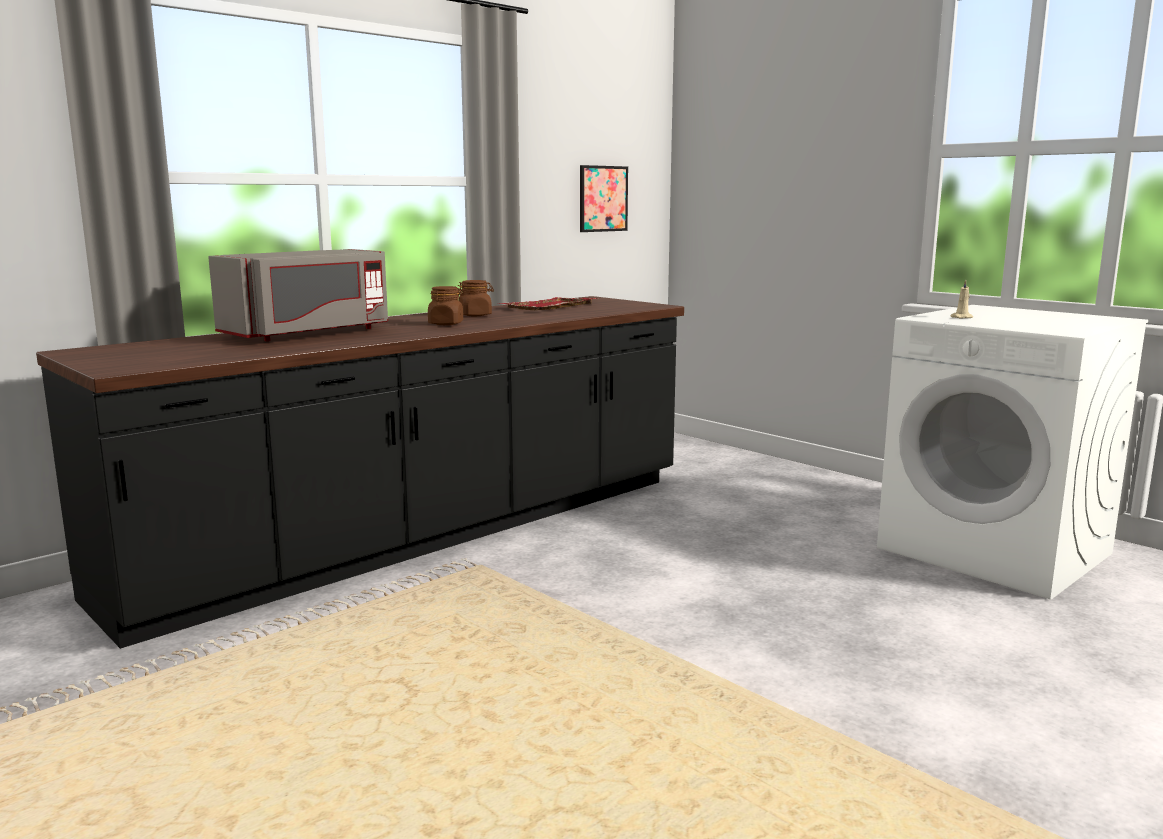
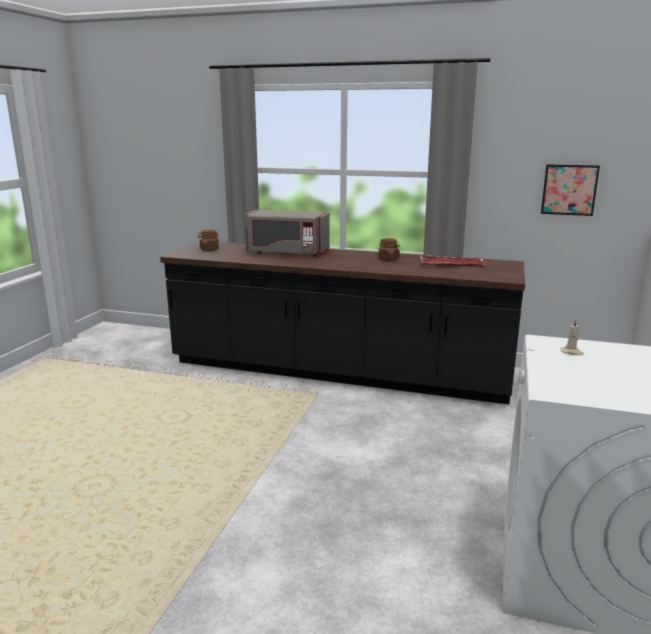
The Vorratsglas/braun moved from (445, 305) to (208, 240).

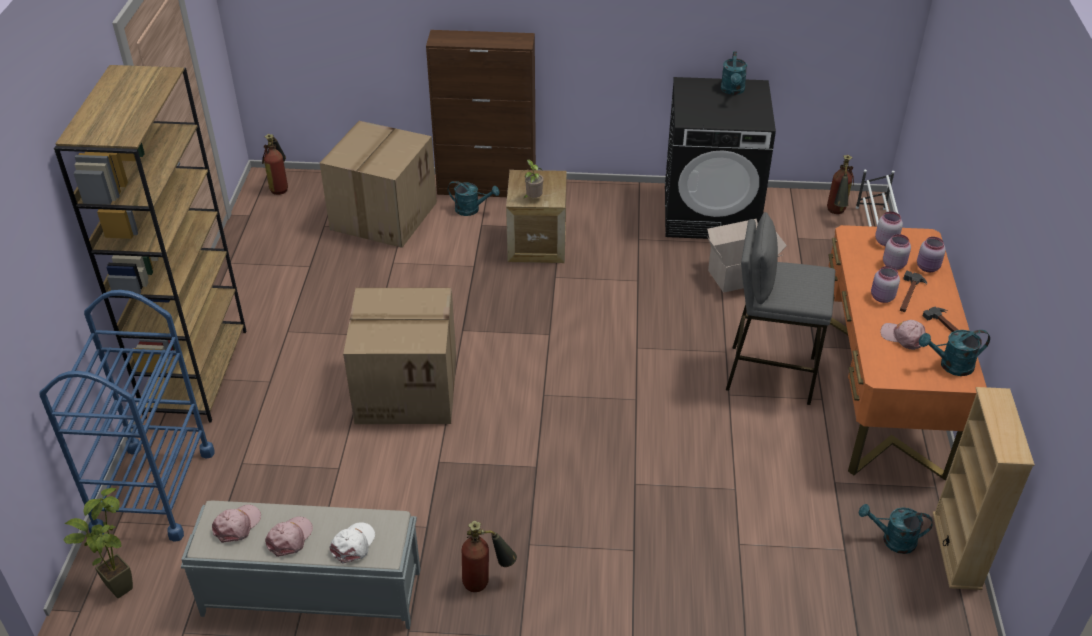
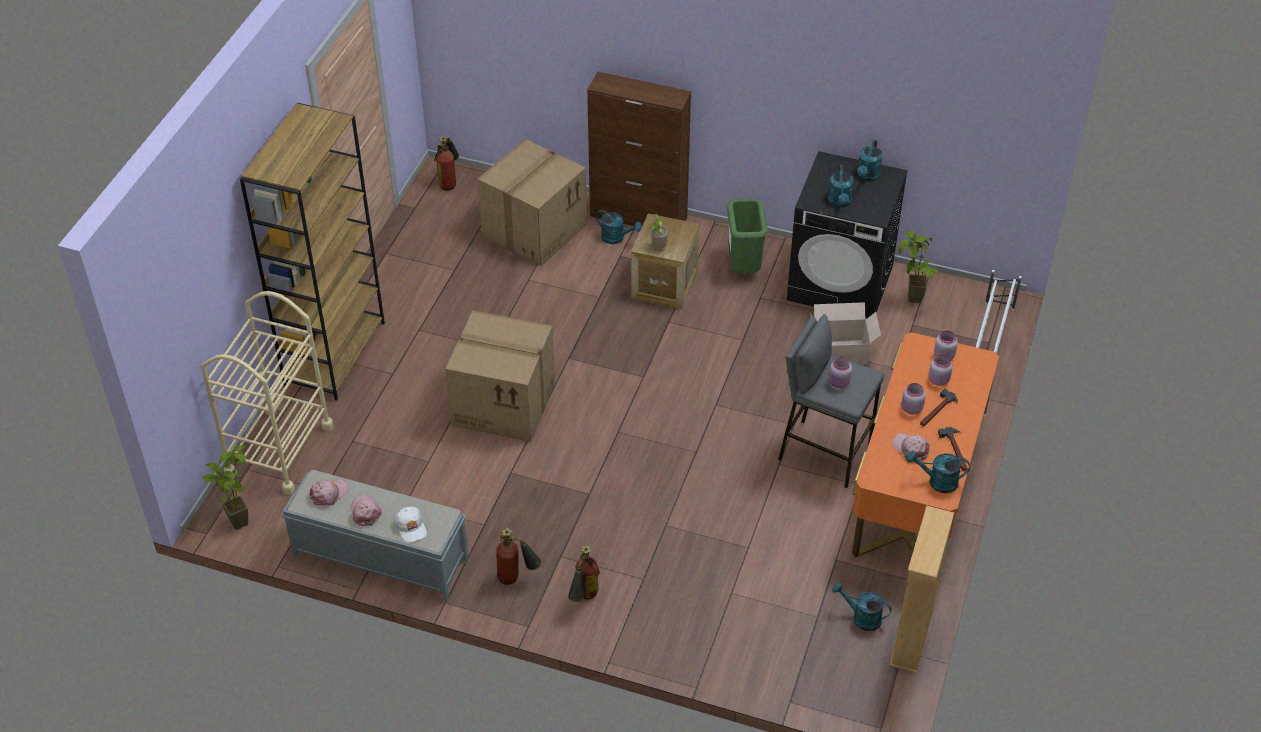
The Rollwagen/blau at (127, 416) became the Rollwagen/beige at (267, 393).
The Kappe/rosa at (289, 536) turned 60 degrees counterclockwise.
The Kappe/weiß at (352, 543) turned 120 degrees clockwise.
The Feuerlöscher moved from (840, 184) to (584, 574).
The Mülleimer/grün at (747, 236) appeared.
The Gießkanne/türkis at (841, 186) appeared.
The Vorratsglas/rosa moved from (931, 254) to (840, 372).
The Topfpflanze at (918, 267) appeared.

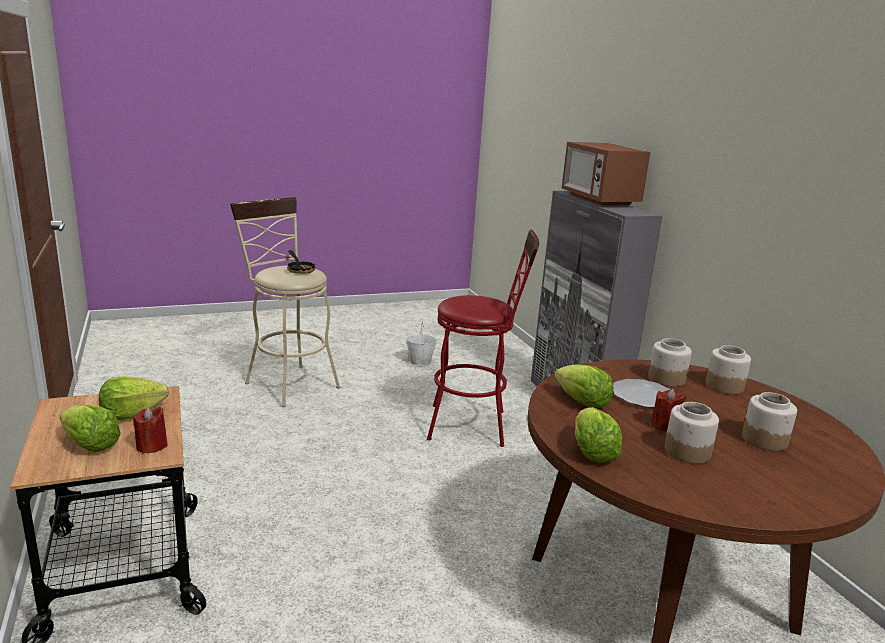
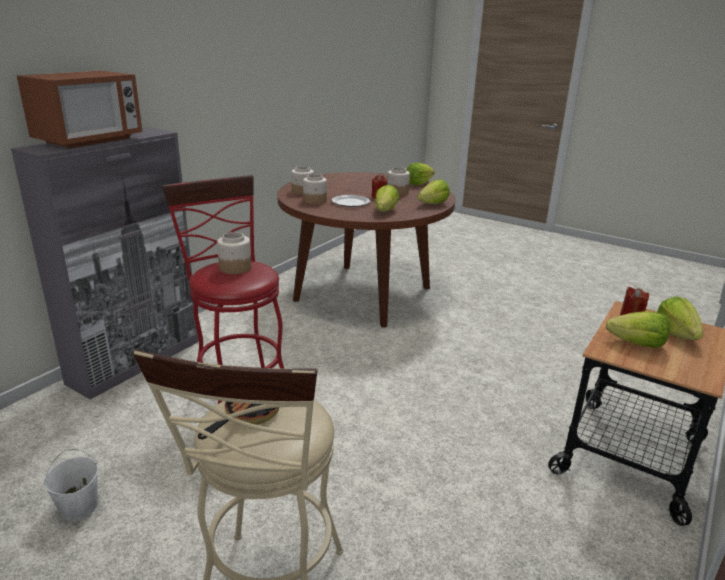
The Vorratsglas moved from (769, 421) to (234, 253).
The Salatkopf at (420, 174) appeared.

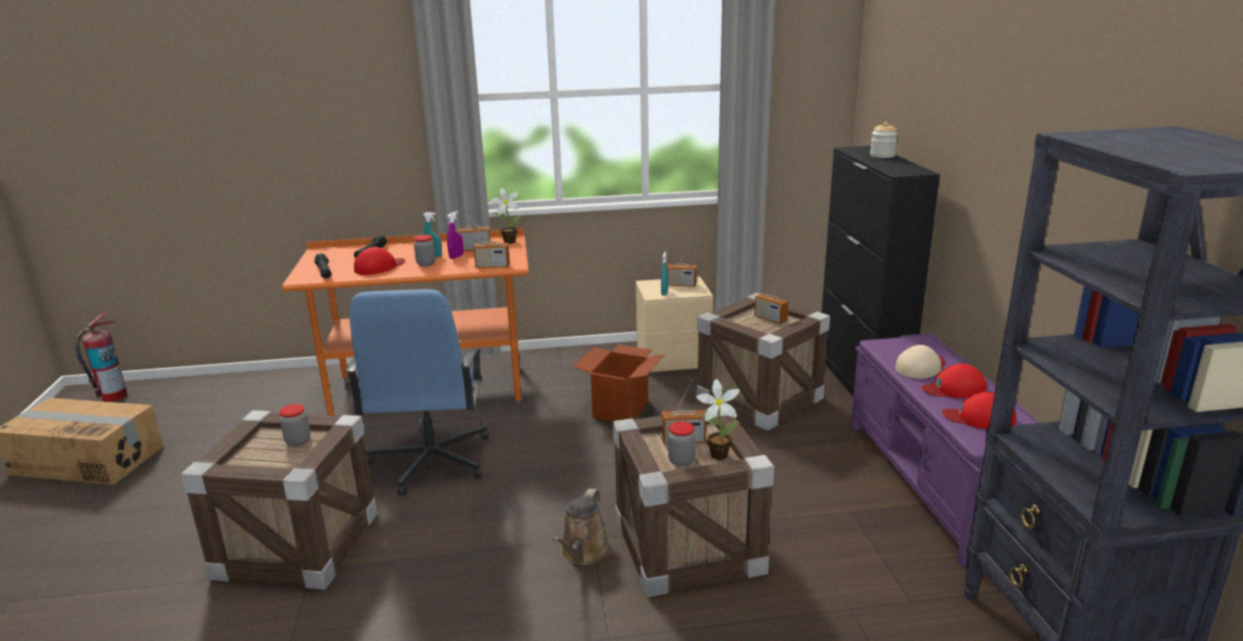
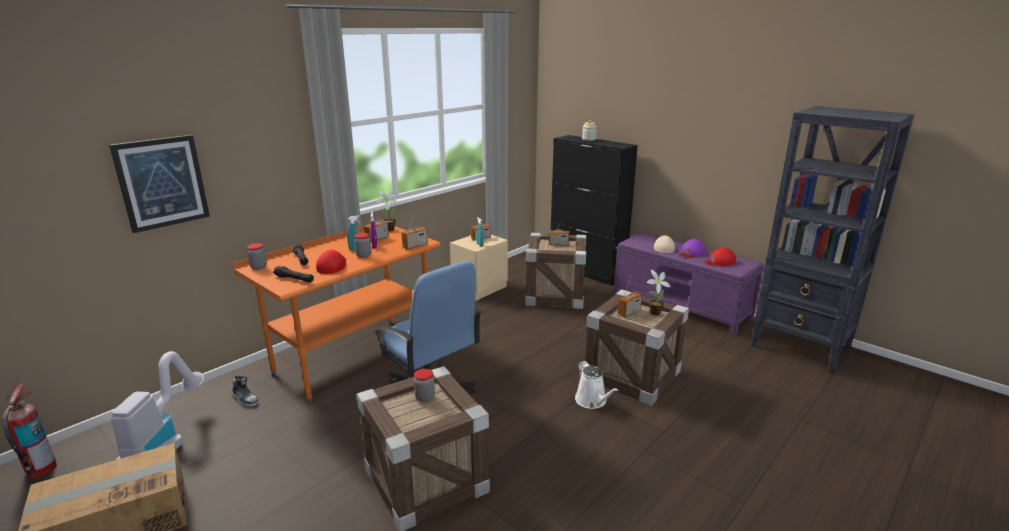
The Bild at (159, 184) appeared.
The Staubsauger at (157, 405) appeared.
The Schuh at (245, 391) appeared.
The Vorratsglas moved from (681, 444) to (257, 256).
The Gießkanne/braun at (581, 527) became the Gießkanne/weiß at (596, 385).
The Kappe/rot at (954, 381) became the Kappe/lila at (692, 248).
The Karton at (619, 383) disappeared.

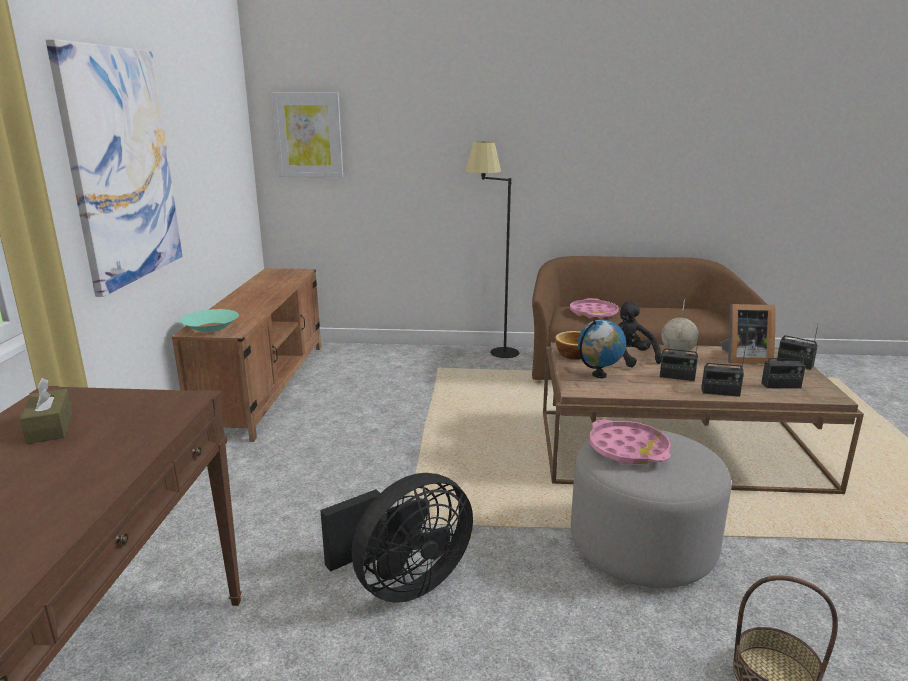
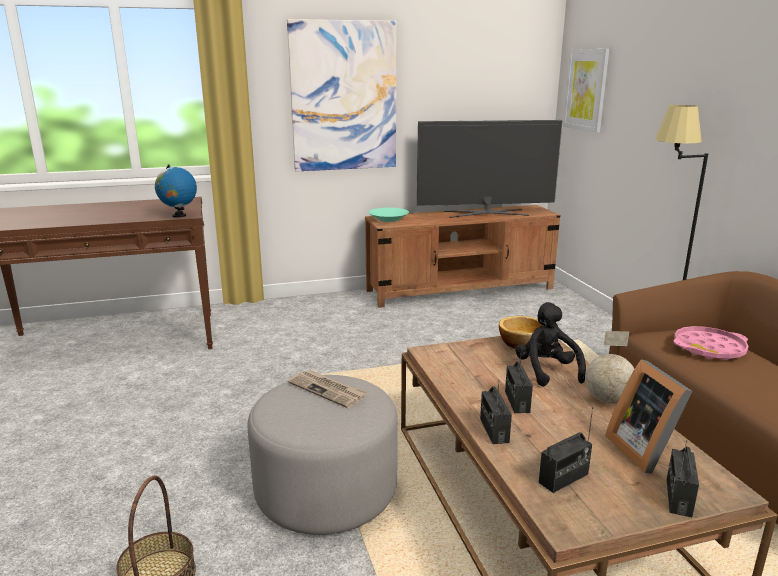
The Globus moved from (602, 349) to (176, 191).
The Tablett/rosa at (630, 442) was replaced by the Zeitung at (327, 389).
The Fernseher at (489, 169) appeared.
The Plüschtier/schwarz at (640, 335) turned 60 degrees counterclockwise.
The Radio at (784, 364) turned 105 degrees counterclockwise.
The Taschentuchbox/braun at (46, 411) disappeared.
The Ventilator/schwarz at (396, 538) disappeared.

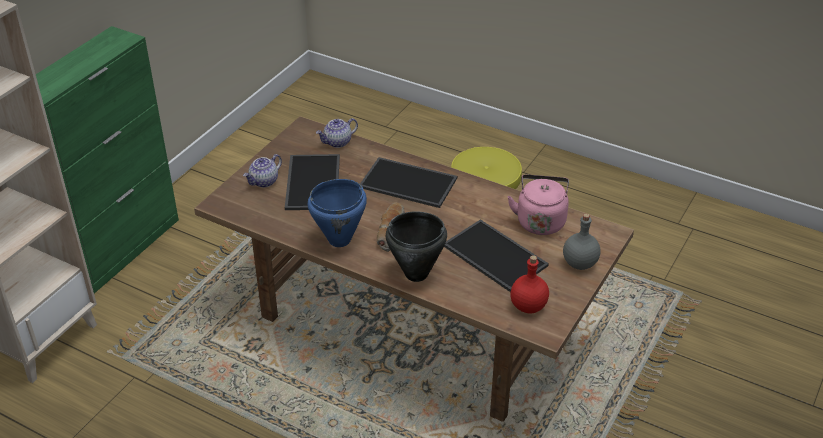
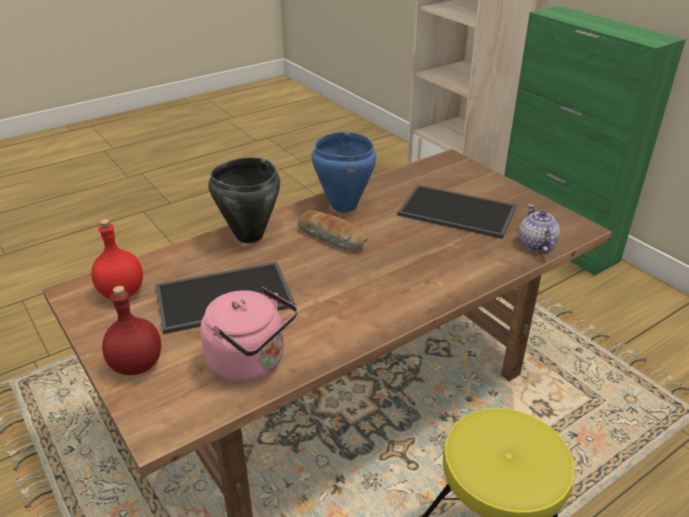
The Flasche/grau at (581, 241) became the Flasche/rot at (131, 330).
The Teekanne at (262, 170) disappeared.
The Tablett at (408, 182) disappeared.

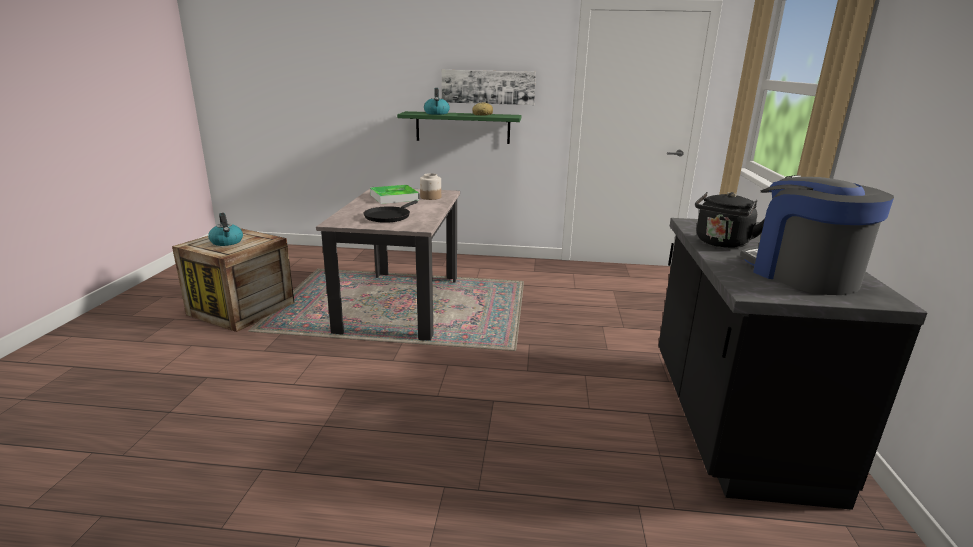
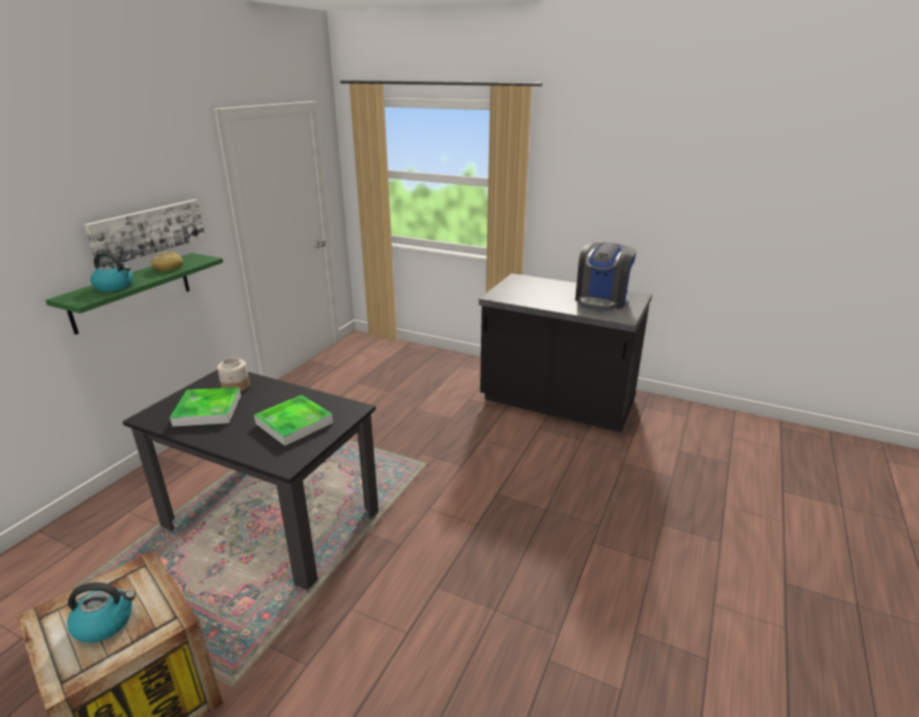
The Esstisch/beige at (388, 265) became the Esstisch/schwarz at (251, 479).
The Pfanne/schwarz at (390, 212) was replaced by the Tablett at (293, 420).
The Kaffeemaschine at (817, 235) turned 60 degrees counterclockwise.
The Wasserkessel/schwarz at (730, 220) disappeared.

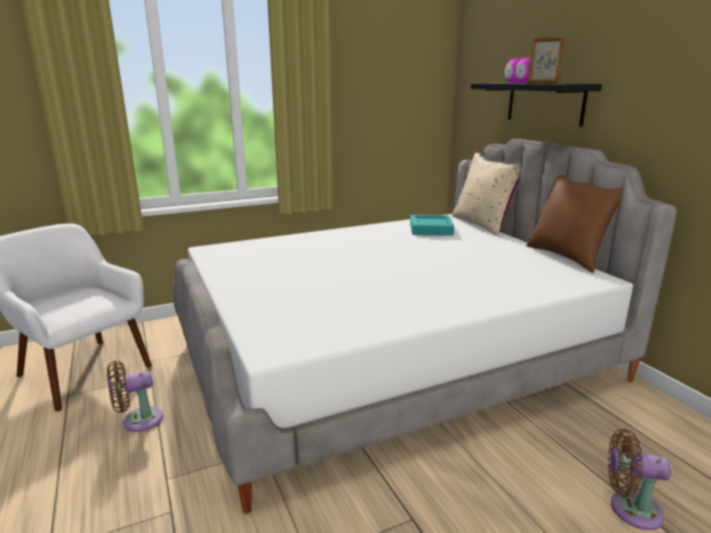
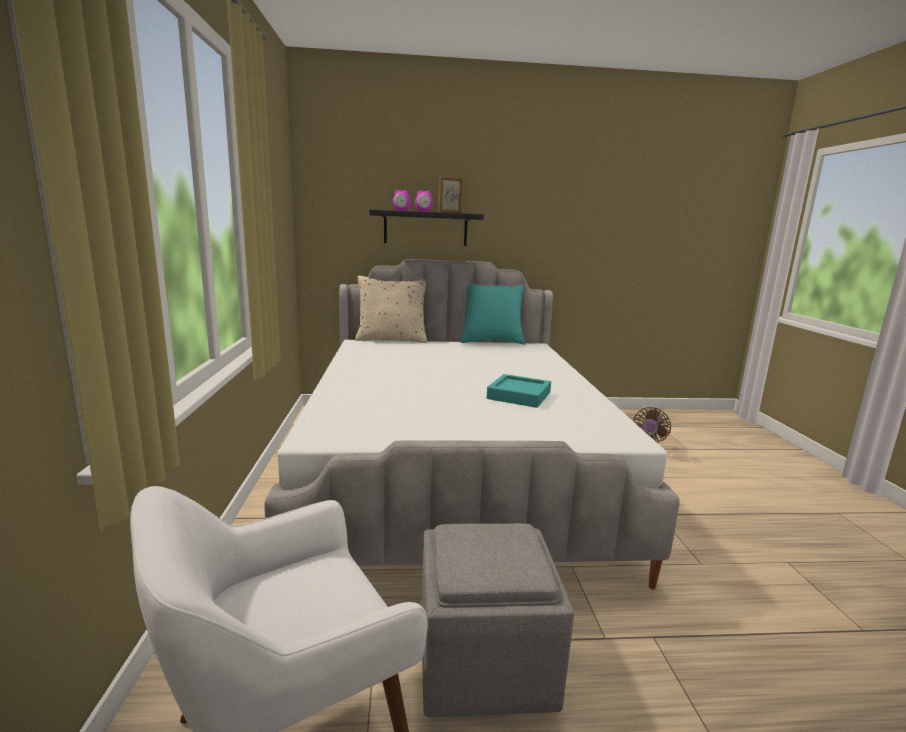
The Ventilator/braun at (135, 396) was replaced by the Polsterhocker/grau at (498, 620).
The Kissen/braun at (575, 224) became the Kissen/türkis at (493, 314).
The Tablett/türkis moved from (432, 225) to (519, 391).

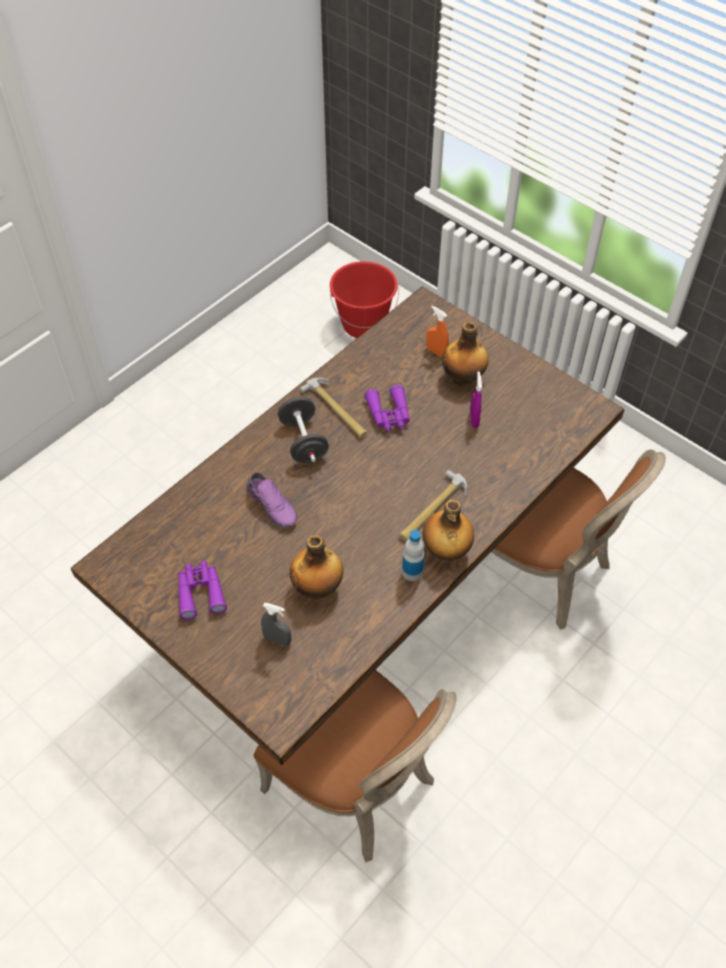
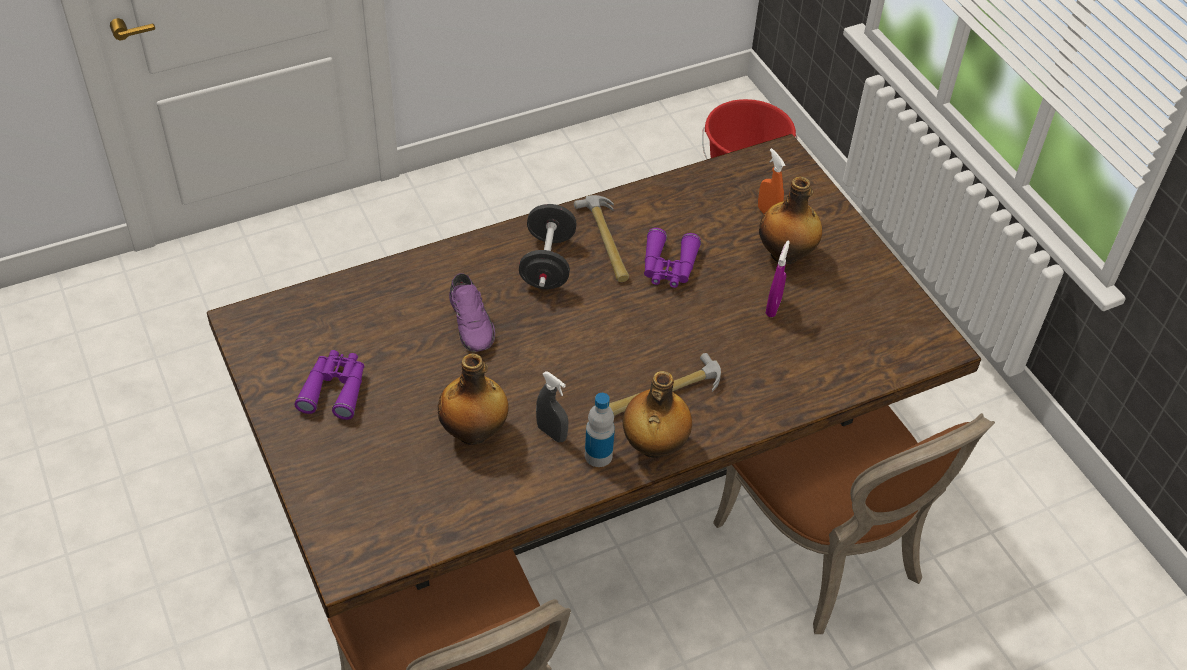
The Sprühflasche/grau moved from (276, 624) to (552, 406).

